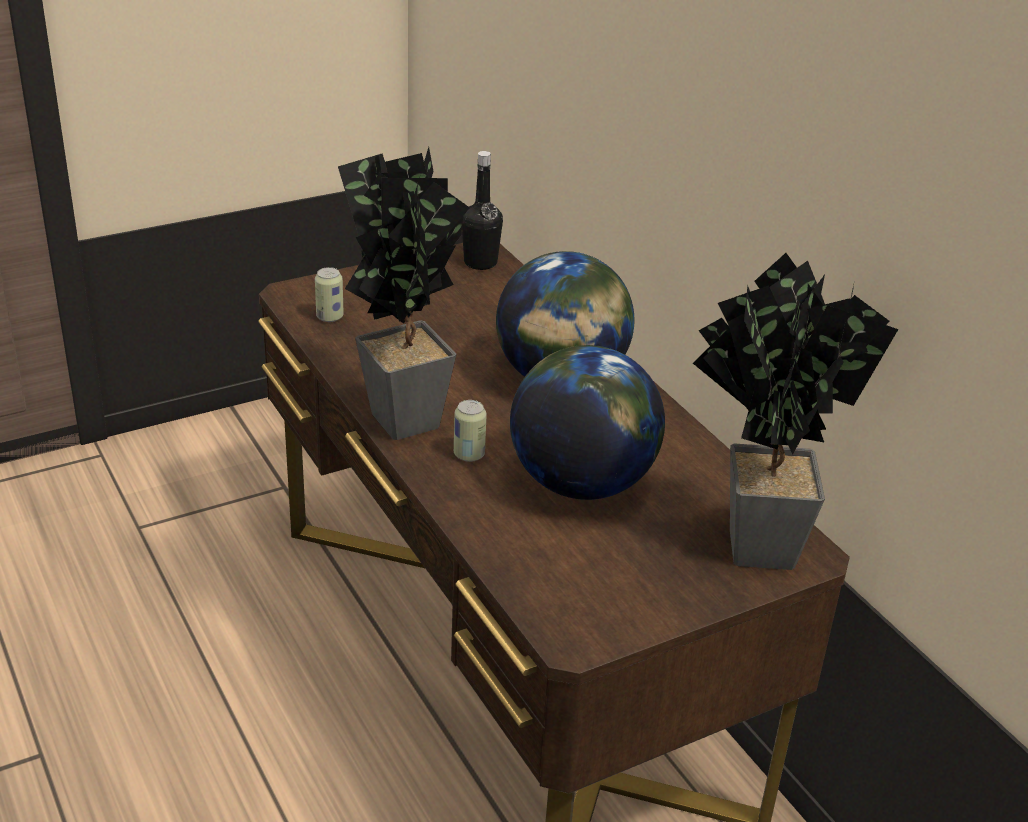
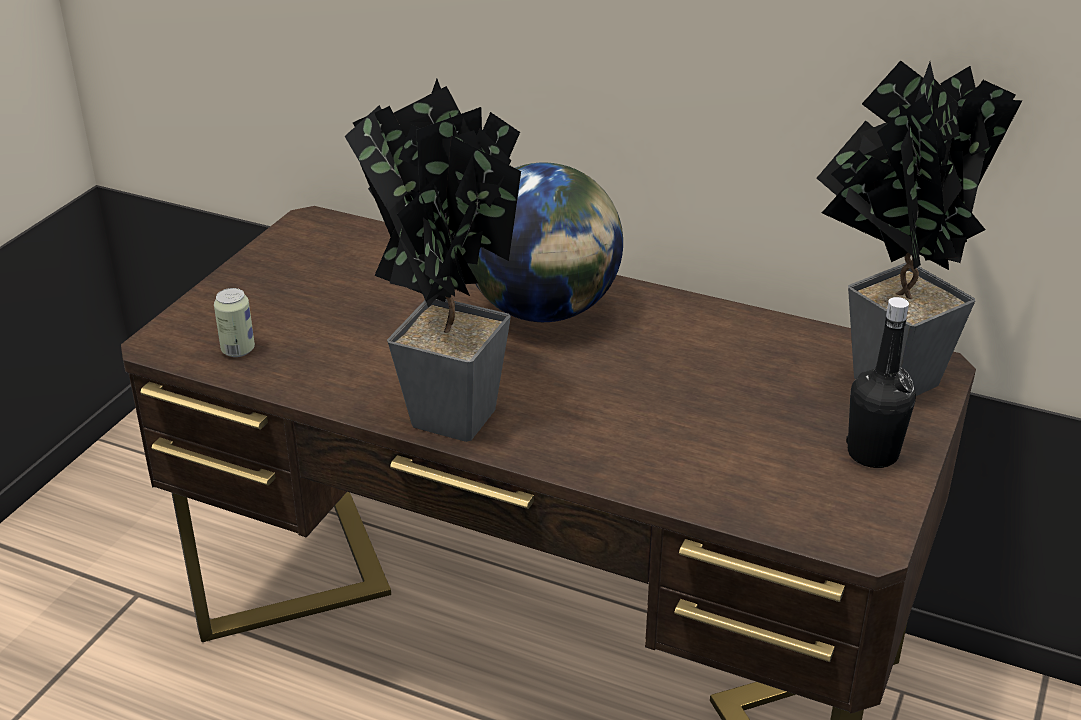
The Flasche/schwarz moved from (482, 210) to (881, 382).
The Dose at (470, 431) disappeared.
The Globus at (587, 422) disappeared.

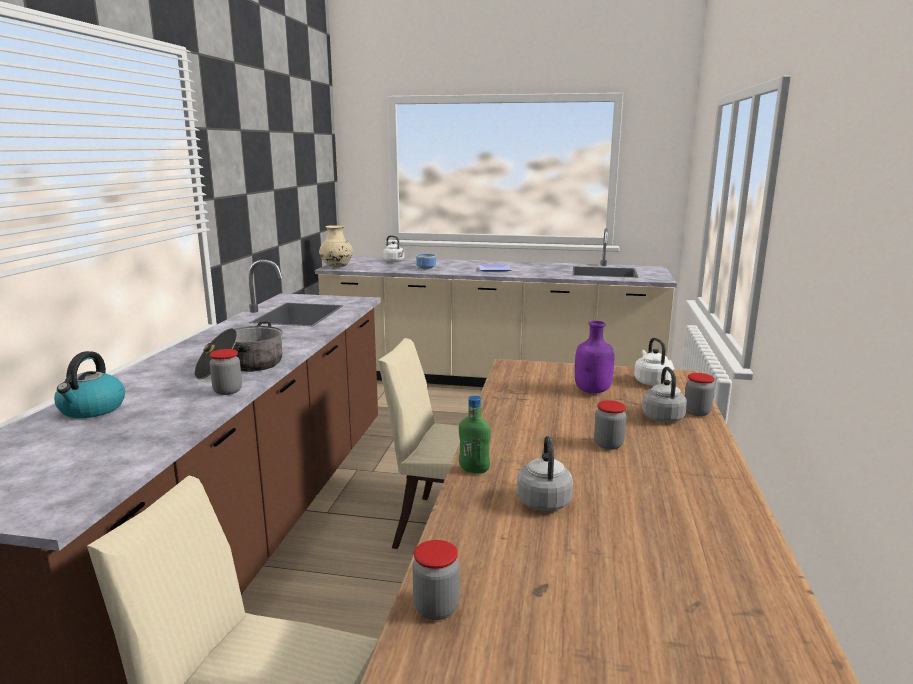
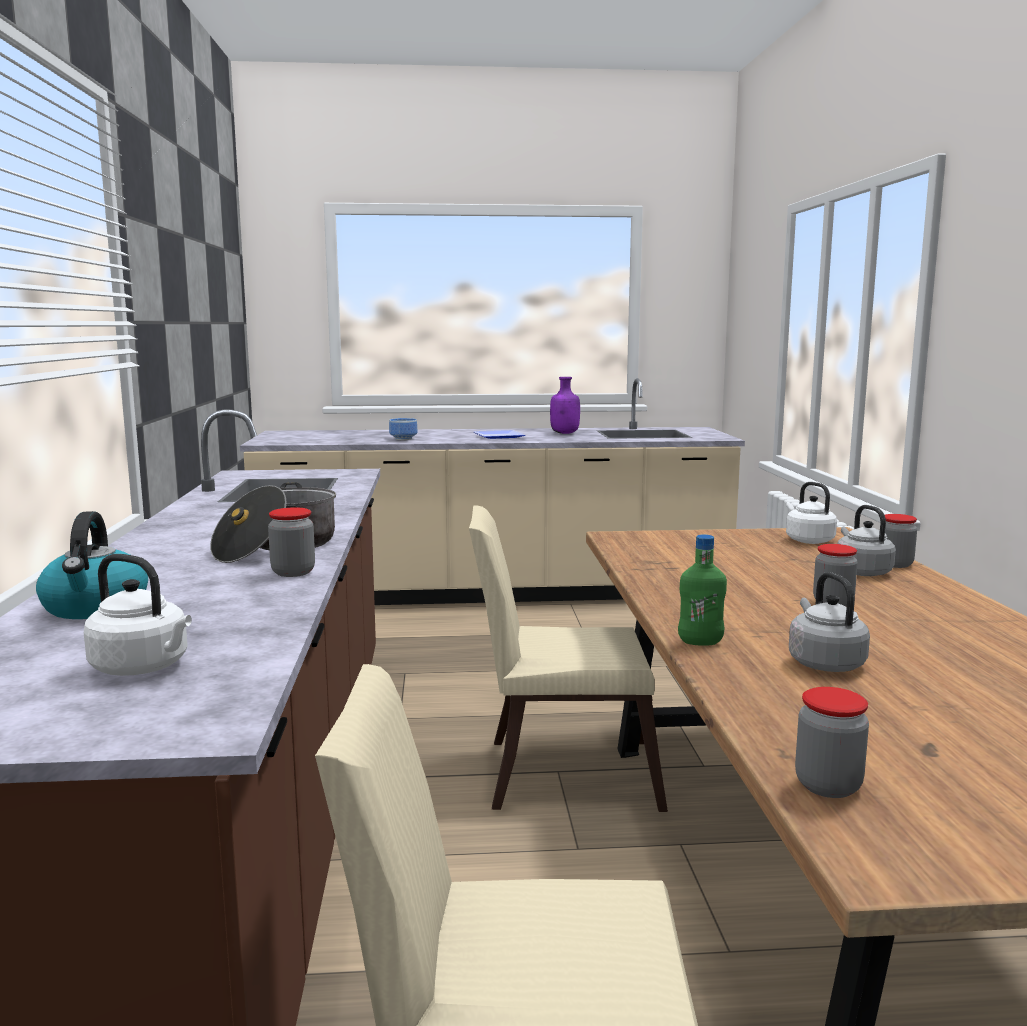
The Wasserkessel/weiß moved from (394, 248) to (138, 615).
The Flasche/lila moved from (594, 357) to (565, 405).
The Vase/beige at (336, 246) disappeared.

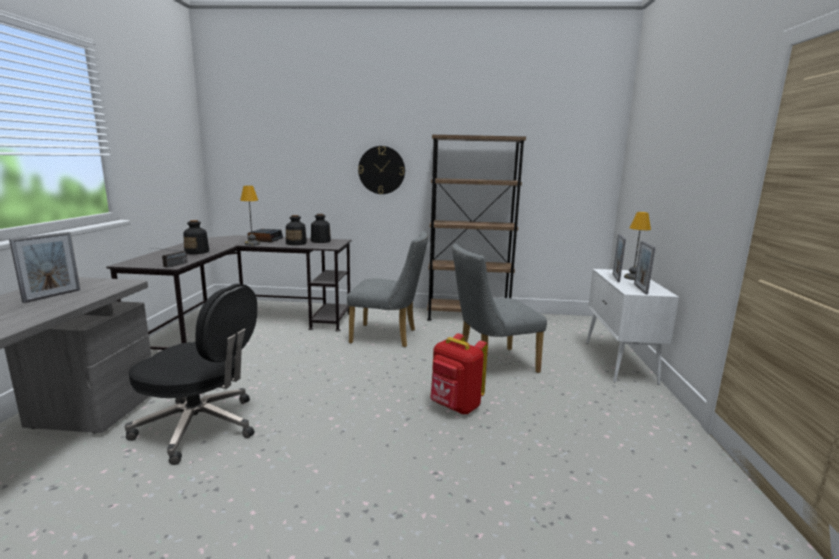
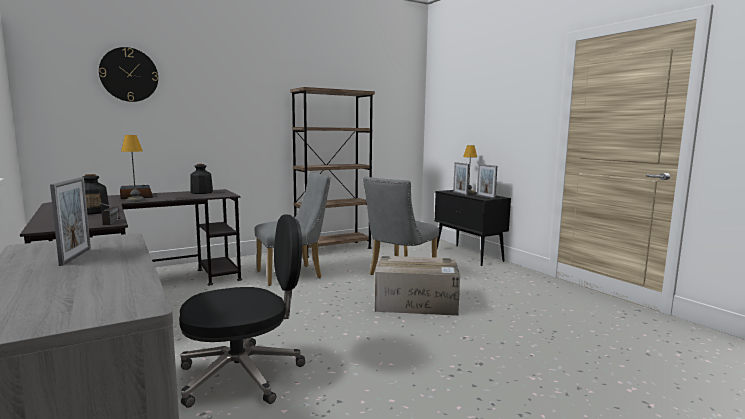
The Wanduhr moved from (381, 170) to (128, 74).
The Rucksack/rot at (459, 373) was replaced by the Karton at (417, 286).
The Schrank/weiß at (632, 327) became the Schrank/schwarz at (473, 228).
The Flasche at (296, 230) disappeared.

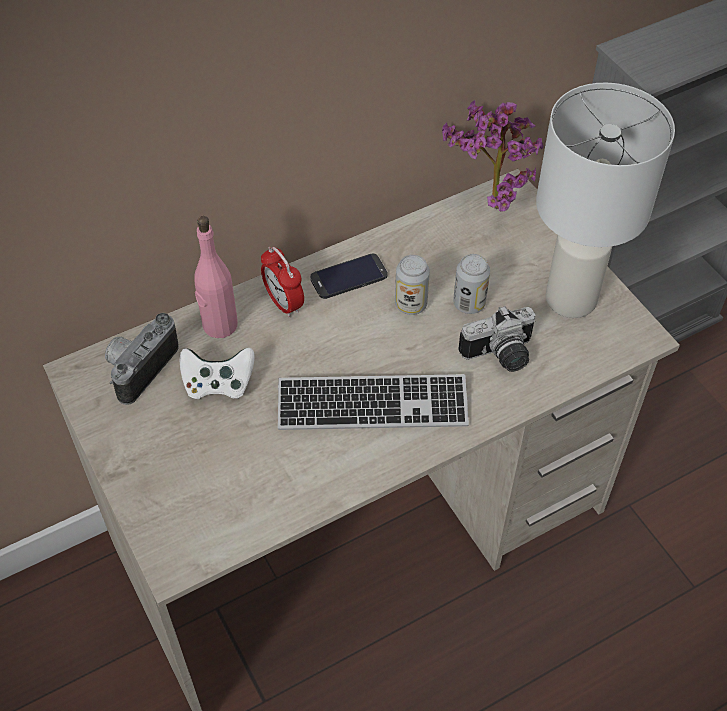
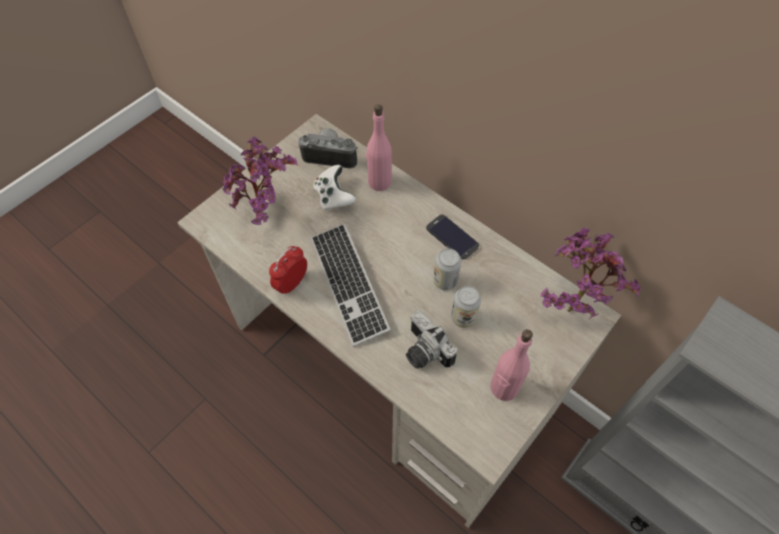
The Topfpflanze at (259, 180) appeared.
The Wecker moved from (282, 282) to (288, 271).
The Tischlampe/weiß at (605, 200) was replaced by the Flasche/rosa at (511, 365).

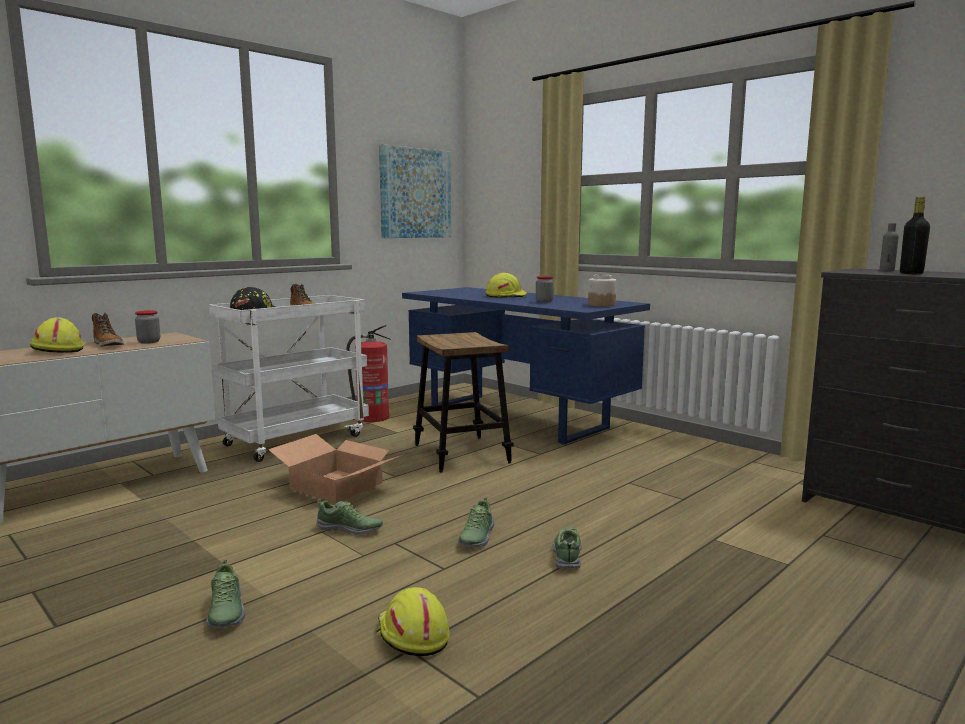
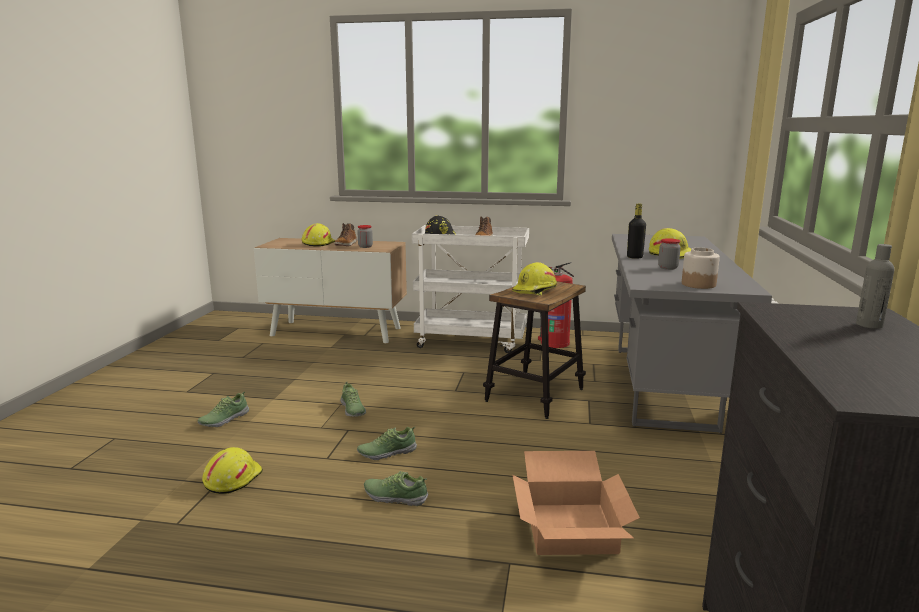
The Schuh at (567, 548) turned 135 degrees counterclockwise.
The Schutzhelm/gelb at (534, 278) appeared.
The Karton moved from (335, 468) to (576, 503).
The Schreibtisch/blau at (526, 366) became the Schreibtisch/grau at (692, 333).
The Flasche/schwarz moved from (915, 235) to (636, 231).
The Bild at (415, 191) disappeared.

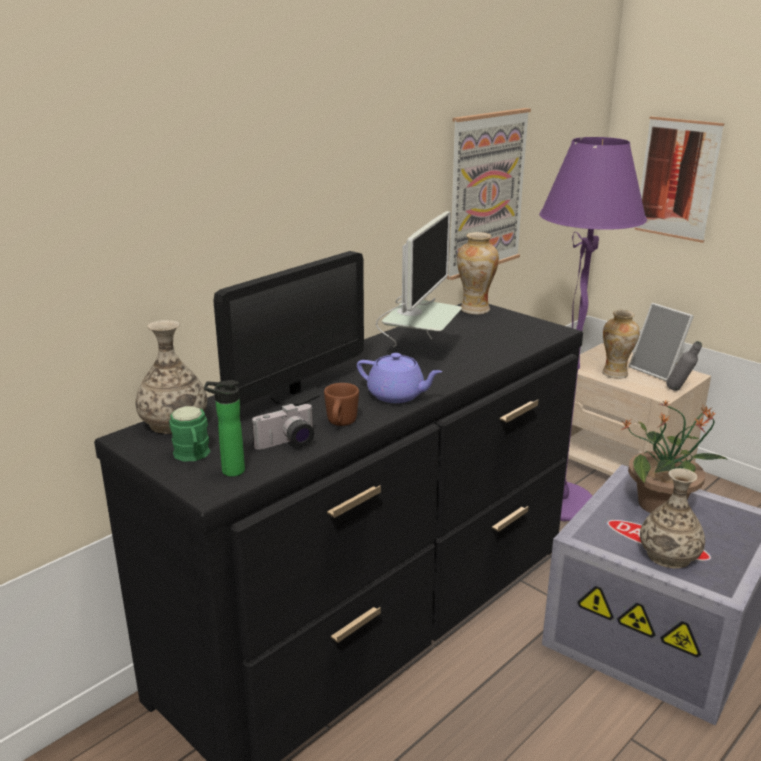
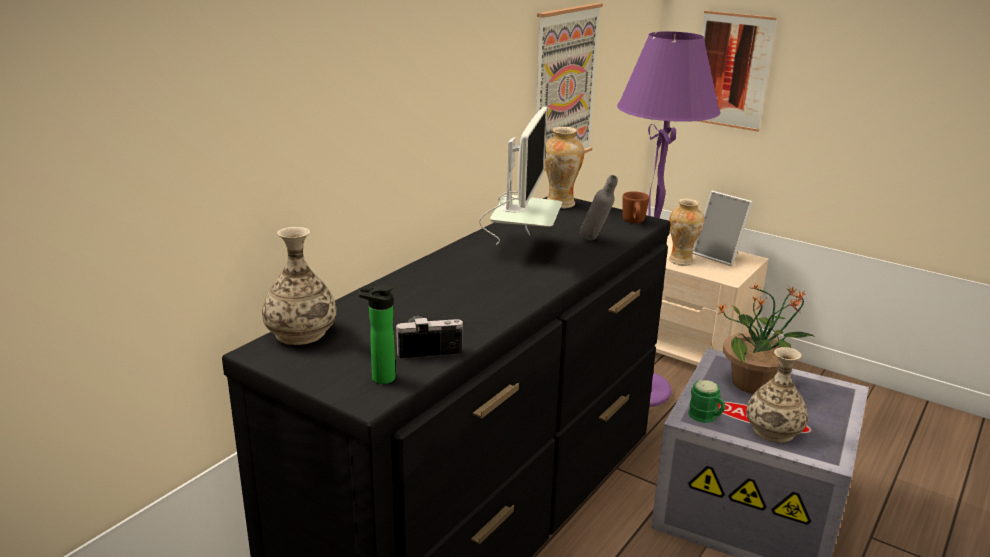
The Kamera at (283, 426) turned 150 degrees counterclockwise.
The Flasche/grau moved from (684, 366) to (599, 207).
The Henkelbecher/braun moved from (341, 404) to (635, 207).
The Henkelbecher/grün moved from (190, 434) to (707, 401).
The Monitor at (288, 328) disappeared.
The Teekanne/lila at (399, 378) disappeared.

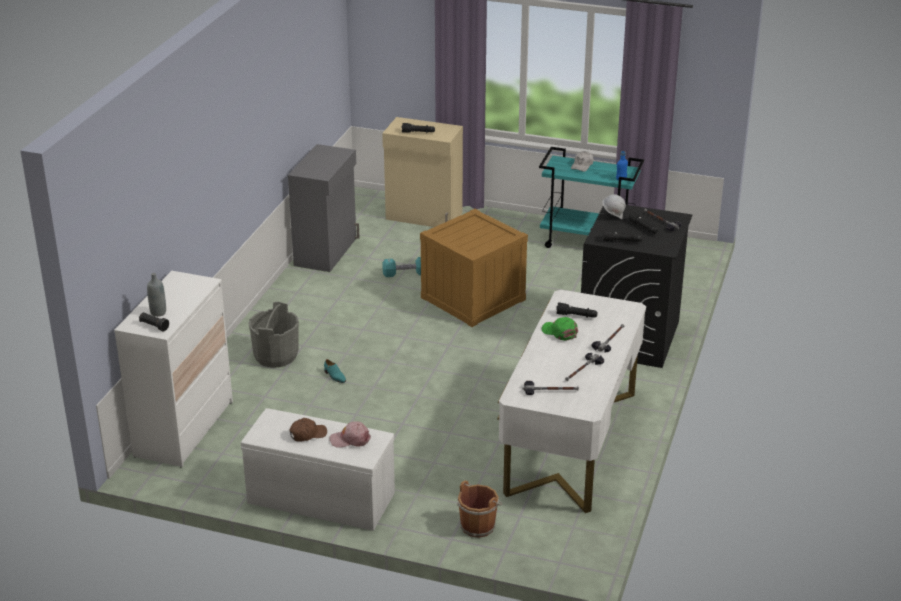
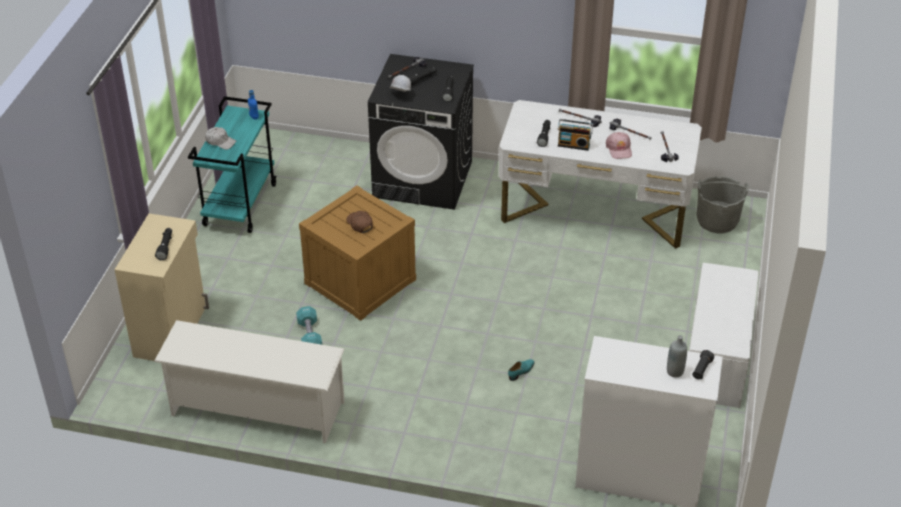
The Schrank/grau at (323, 208) was replaced by the Schuhregal/weiß at (249, 382).
The Kappe/braun moved from (308, 430) to (359, 222).
The Kappe/grün at (560, 329) was replaced by the Radio at (575, 135).
The Kappe/rosa moved from (350, 434) to (618, 145).
The Eimer/grau moved from (273, 335) to (722, 204).
The Eimer/braun at (479, 509) disappeared.

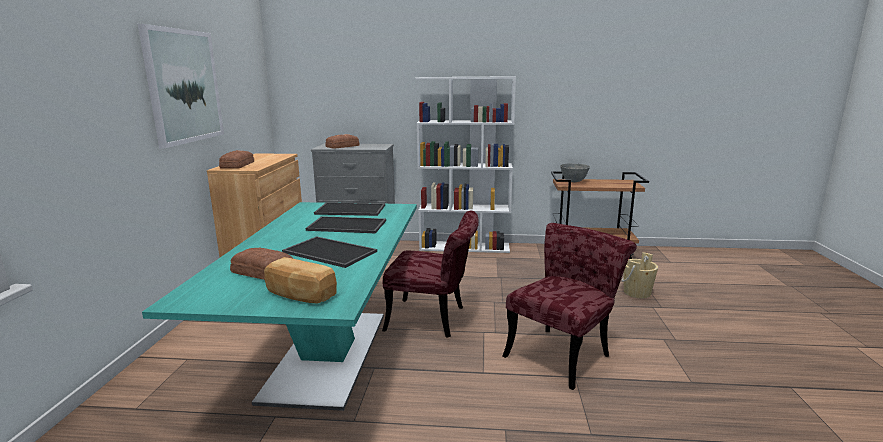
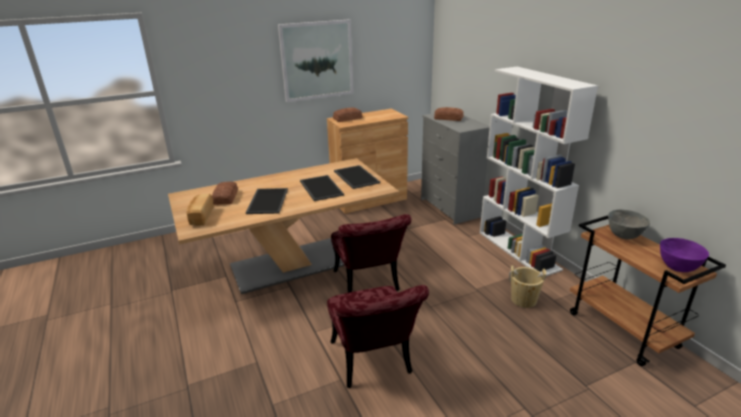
The Esstisch/türkis at (279, 306) became the Esstisch/beige at (283, 226).
The Stuhl/rot at (569, 306) turned 60 degrees clockwise.
The Eimer/beige moved from (640, 275) to (528, 287).
The Schüssel/lila at (684, 255) appeared.

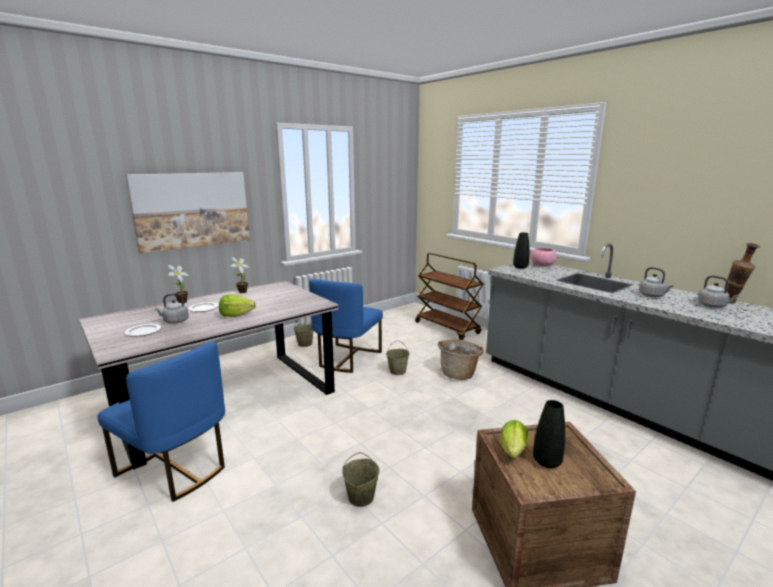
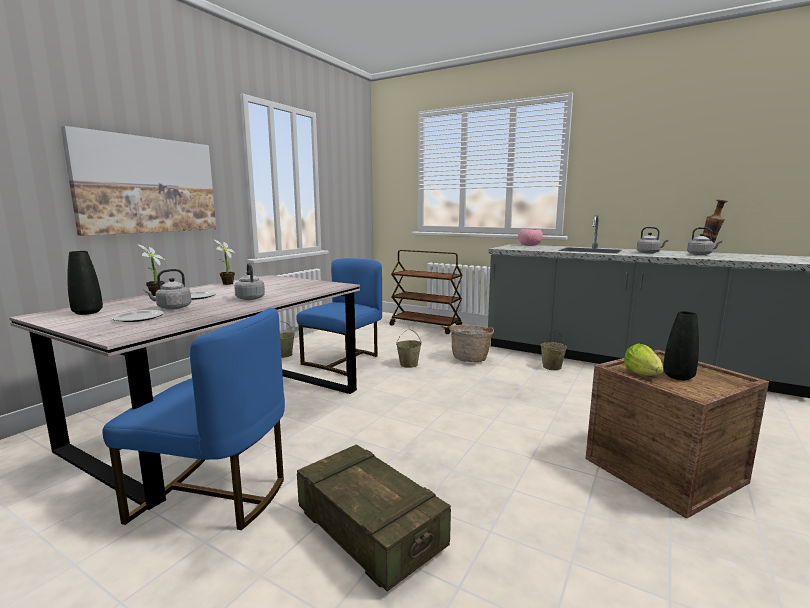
The Vase/schwarz moved from (521, 251) to (85, 283).
The Salatkopf at (237, 305) was replaced by the Wasserkessel/grau at (249, 281).
The Stuhl/blau at (346, 326) turned 150 degrees counterclockwise.
The Kiste at (374, 517) appeared.
The Eimer/beige moved from (361, 479) to (553, 351).

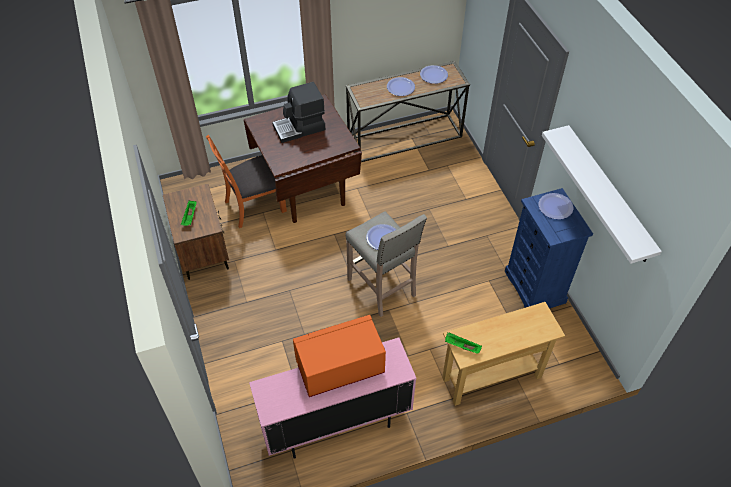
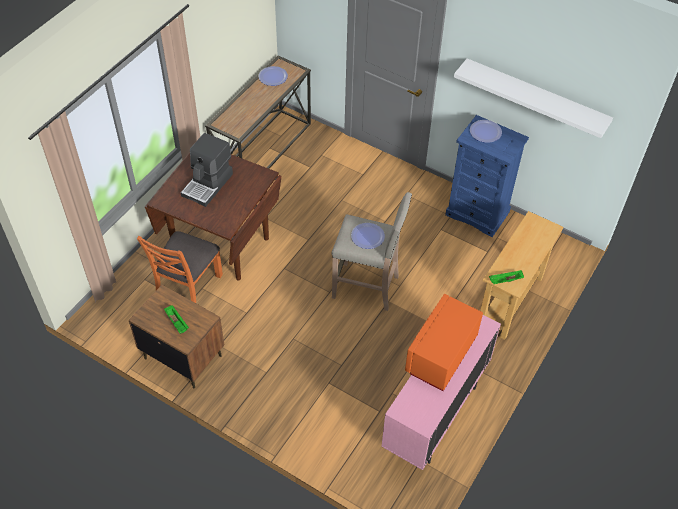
The Teller at (401, 86) disappeared.

